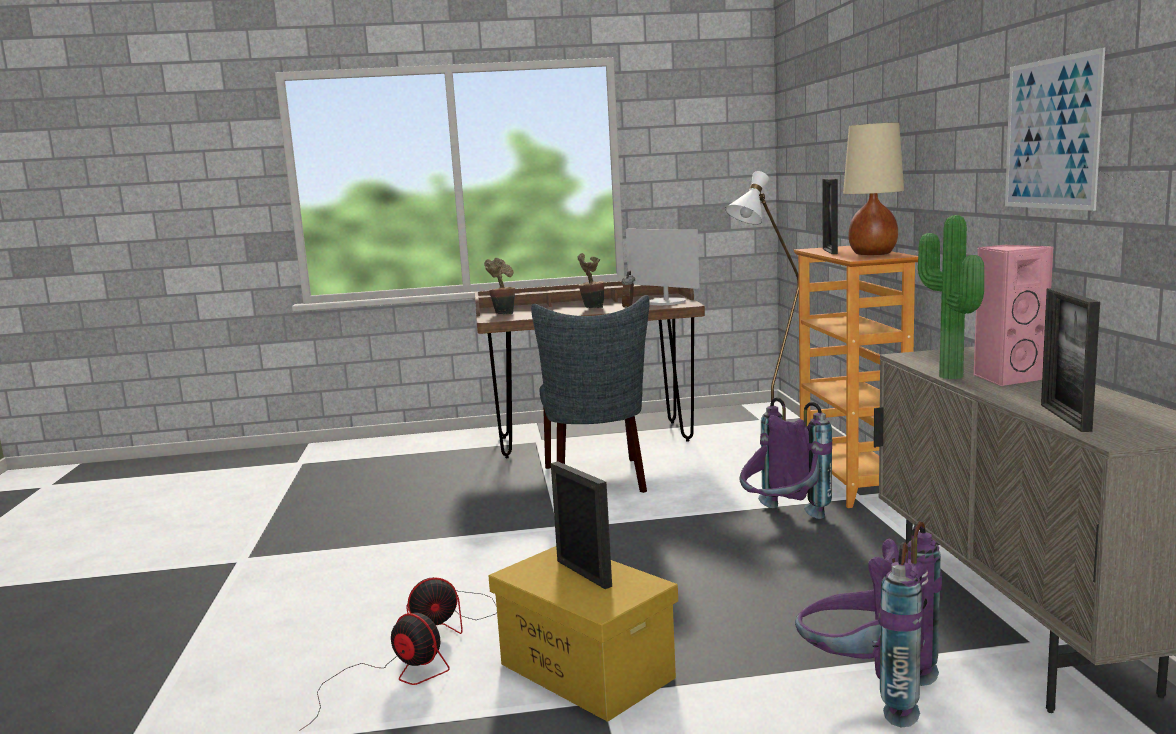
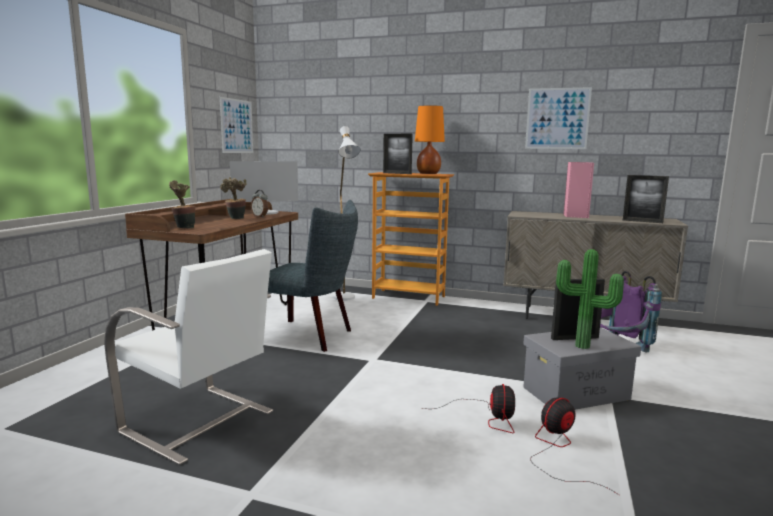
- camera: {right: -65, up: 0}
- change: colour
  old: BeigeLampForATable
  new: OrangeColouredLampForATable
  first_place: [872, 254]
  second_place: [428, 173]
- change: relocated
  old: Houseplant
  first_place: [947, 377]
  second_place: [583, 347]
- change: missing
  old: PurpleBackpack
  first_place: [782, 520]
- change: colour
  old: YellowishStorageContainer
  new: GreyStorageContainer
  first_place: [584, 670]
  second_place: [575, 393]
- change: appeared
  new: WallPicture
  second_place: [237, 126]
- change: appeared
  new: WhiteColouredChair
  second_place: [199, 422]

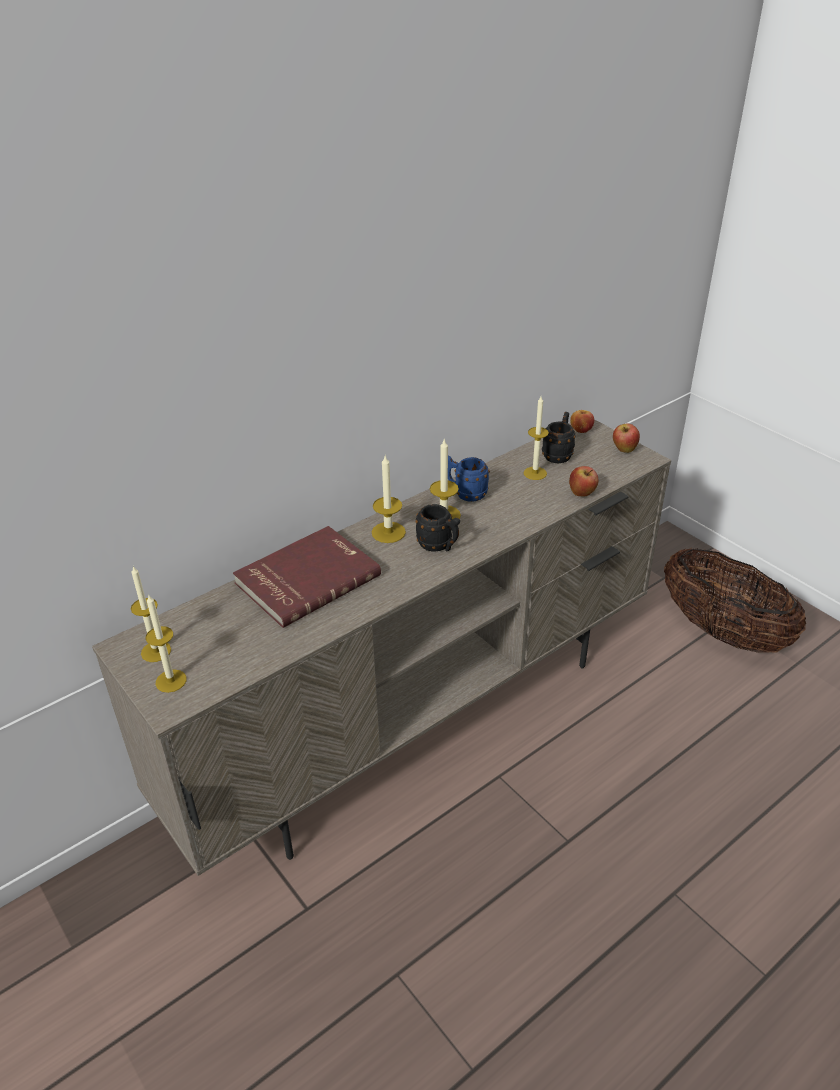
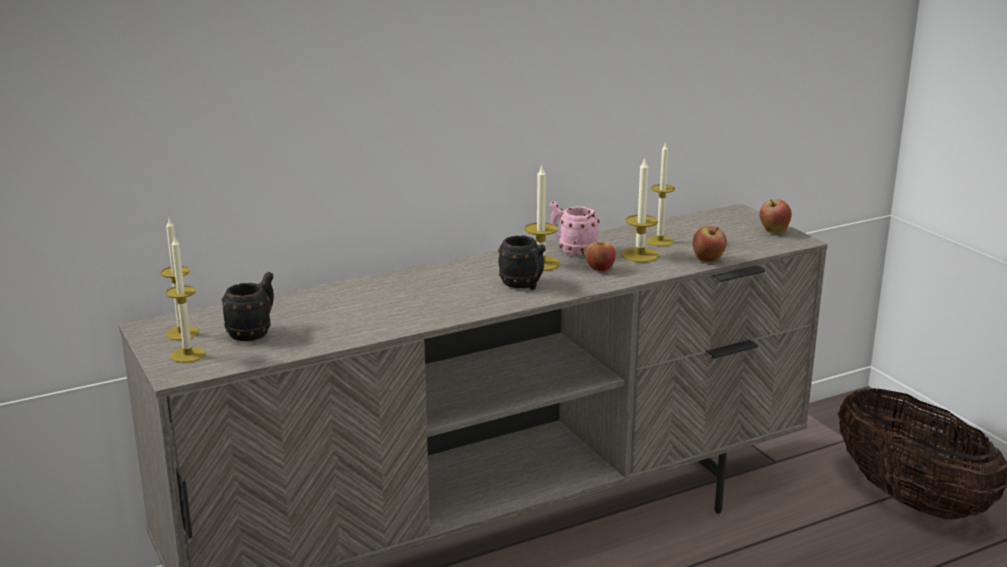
- camera: {right: 10, up: -15}
- change: relocated
  old: AppleFruit
  first_place: [581, 430]
  second_place: [600, 268]
- change: relocated
  old: BlackishCoffeeMug
  first_place: [558, 454]
  second_place: [254, 332]
- change: relocated
  old: WaxLight
  first_place: [388, 532]
  second_place: [640, 255]
- change: colour
  old: BlueCoffeeMug
  new: PinkCoffeeMug
  first_place: [465, 494]
  second_place: [572, 250]
- change: missing
  old: RedBoundBook
  first_place: [306, 578]

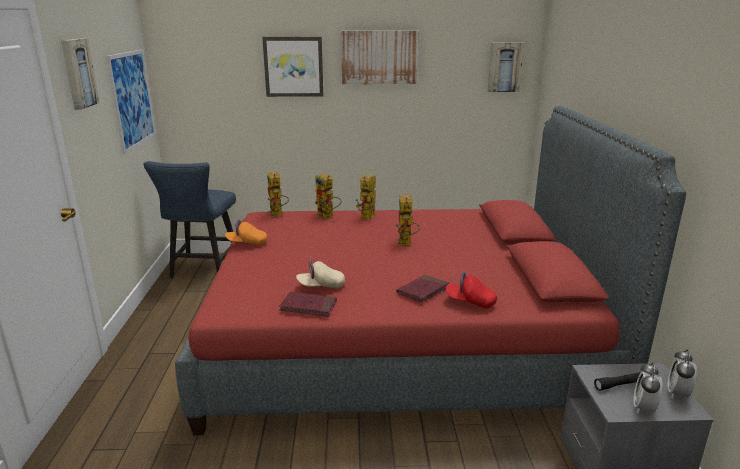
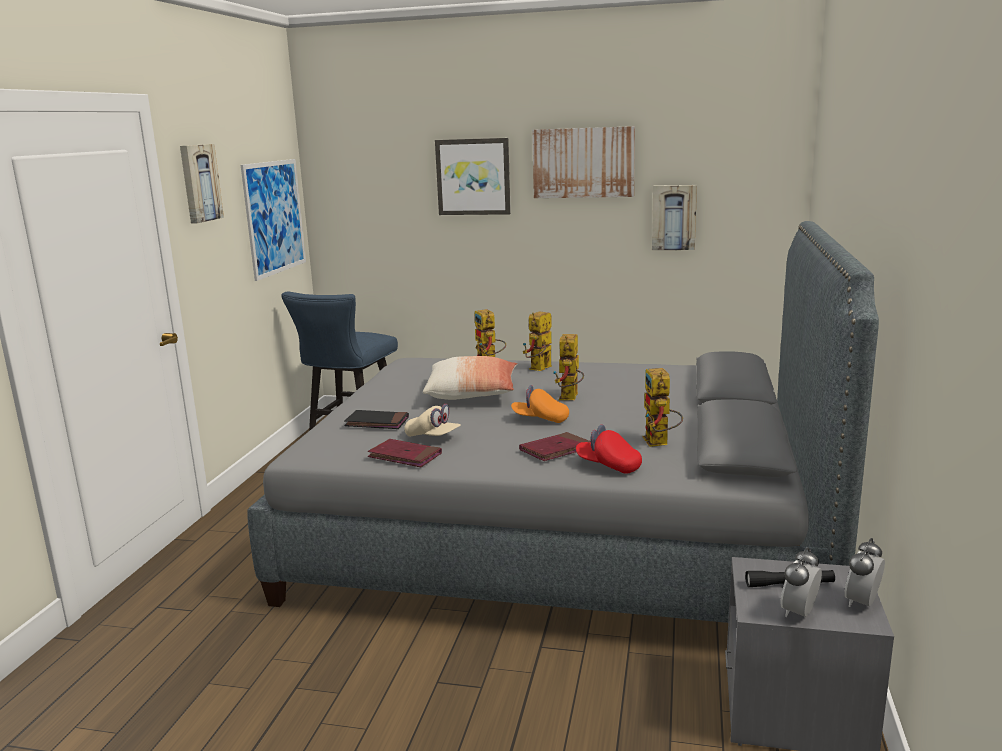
- camera: {right: 15, up: -5}
- change: relocated
  old: WallPicture
  first_place: [504, 67]
  second_place: [674, 217]
- change: colour
  old: RedSleepingBed
  new: GreySleepingBed
  first_place: [401, 343]
  second_place: [563, 535]
- change: relocated
  old: ModelRobot
  first_place: [278, 214]
  second_place: [660, 443]
- change: relocated
  old: OrangeColouredBaseballCap
  first_place: [247, 243]
  second_place: [540, 419]
- change: spun
  old: BeigeBaseballCap
  first_place: [321, 286]
  second_place: [433, 437]
  degrees: -150
- change: appeared
  new: Cushion
  second_place: [472, 393]
- change: appeared
  new: BlackishBoundBook
  second_place: [377, 423]

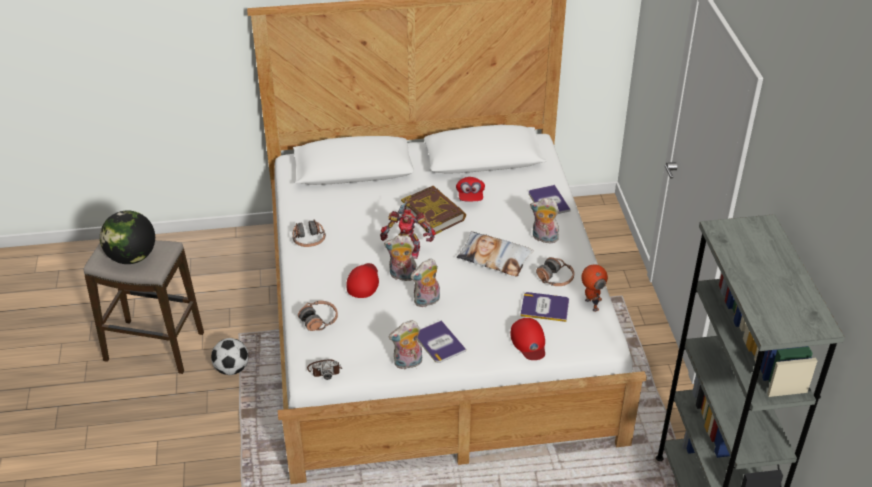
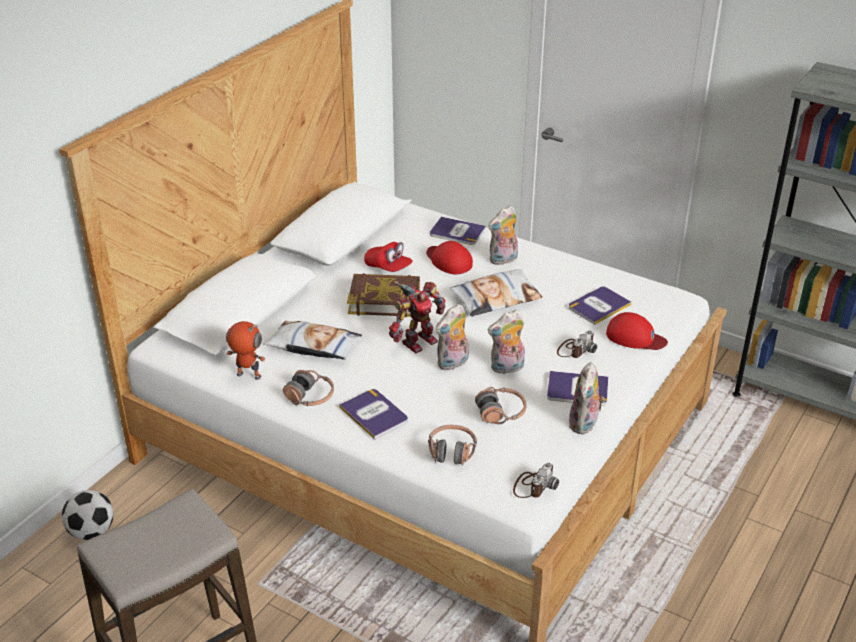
- camera: {right: -50, up: -5}
- change: missing
  old: DeskGlobe
  first_place: [132, 257]
- change: relocated
  old: Headphones
  first_place: [555, 278]
  second_place: [501, 412]
- change: spun
  old: PlushToy
  first_place: [427, 301]
  second_place: [507, 368]
  degrees: 60
- change: relocated
  old: RedBaseballCap
  first_place: [363, 282]
  second_place: [448, 261]
- change: relocated
  old: ModelRobot
  first_place: [590, 305]
  second_place: [248, 376]
- change: relocated
  old: FootballBall
  first_place: [232, 369]
  second_place: [92, 532]
- change: appeared
  new: Cushion
  second_place: [313, 346]
- change: appeared
  new: PhotoCamera
  second_place: [575, 349]
- change: appeared
  new: BoundBook
  second_place: [374, 414]

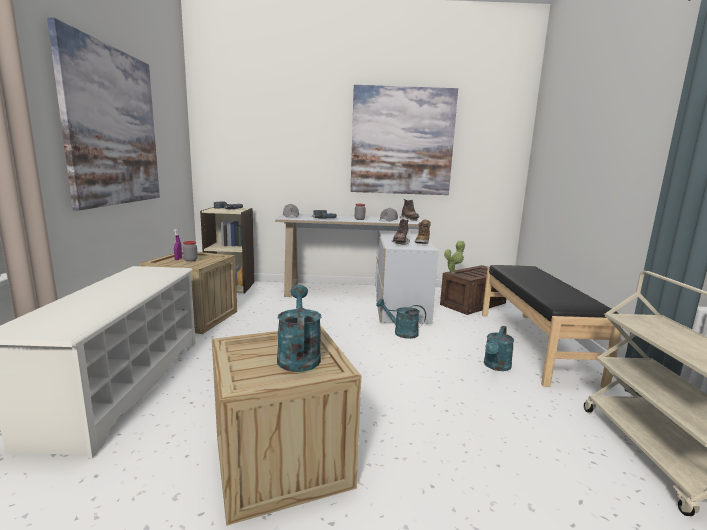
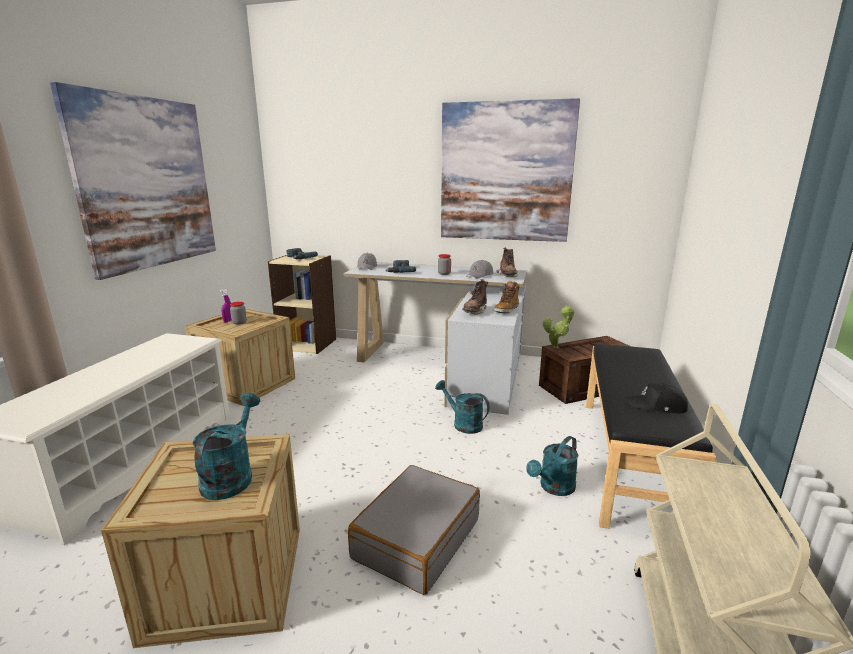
- camera: {right: 15, up: 5}
- change: appeared
  new: BlackishBaseballCap
  second_place: [657, 406]
- change: appeared
  new: GreyPieceOfLuggage
  second_place: [416, 538]

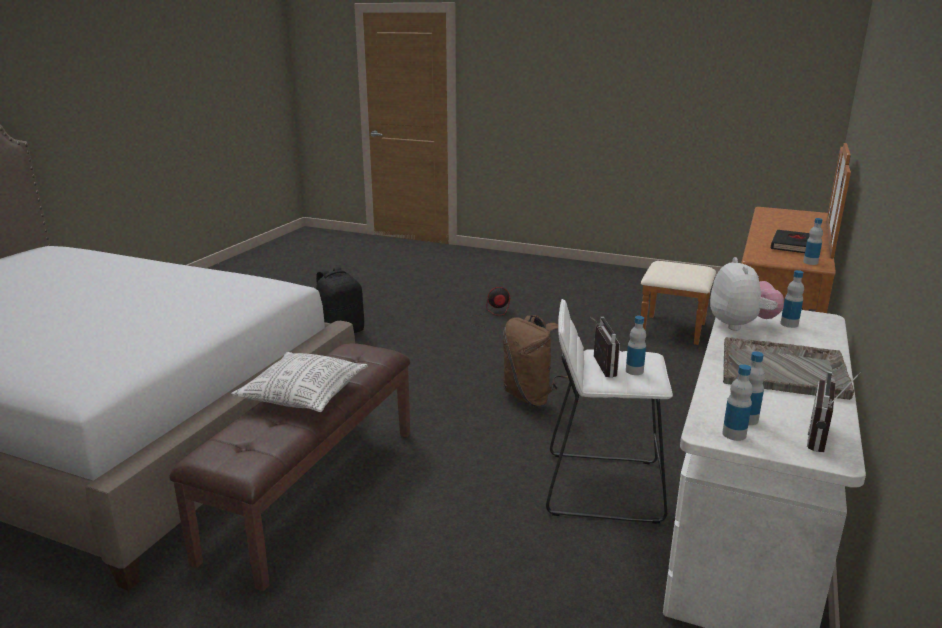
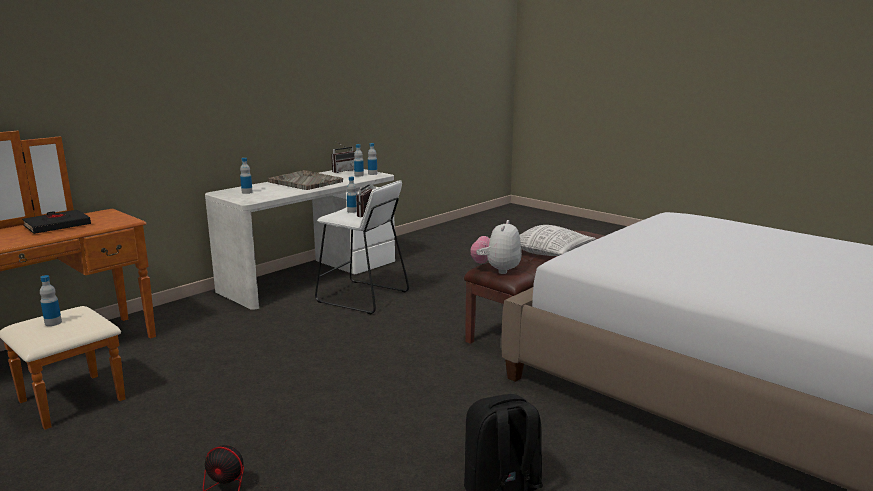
- camera: {right: -160, up: -5}
- change: relocated
  old: BeverageBottle
  first_place: [810, 262]
  second_place: [53, 323]
- change: relocated
  old: PlushToy
  first_place: [740, 325]
  second_place: [497, 270]
- change: missing
  old: BrownColouredBackpack
  first_place: [533, 397]

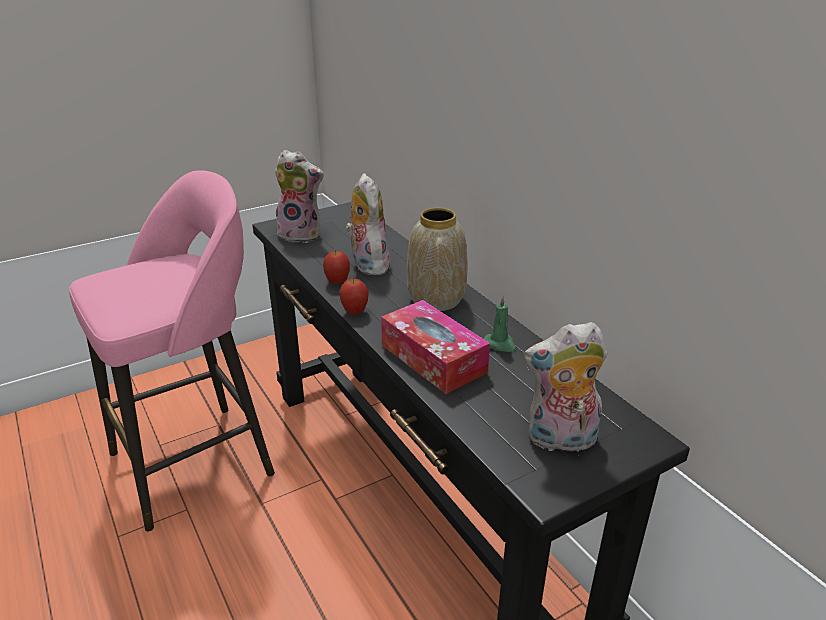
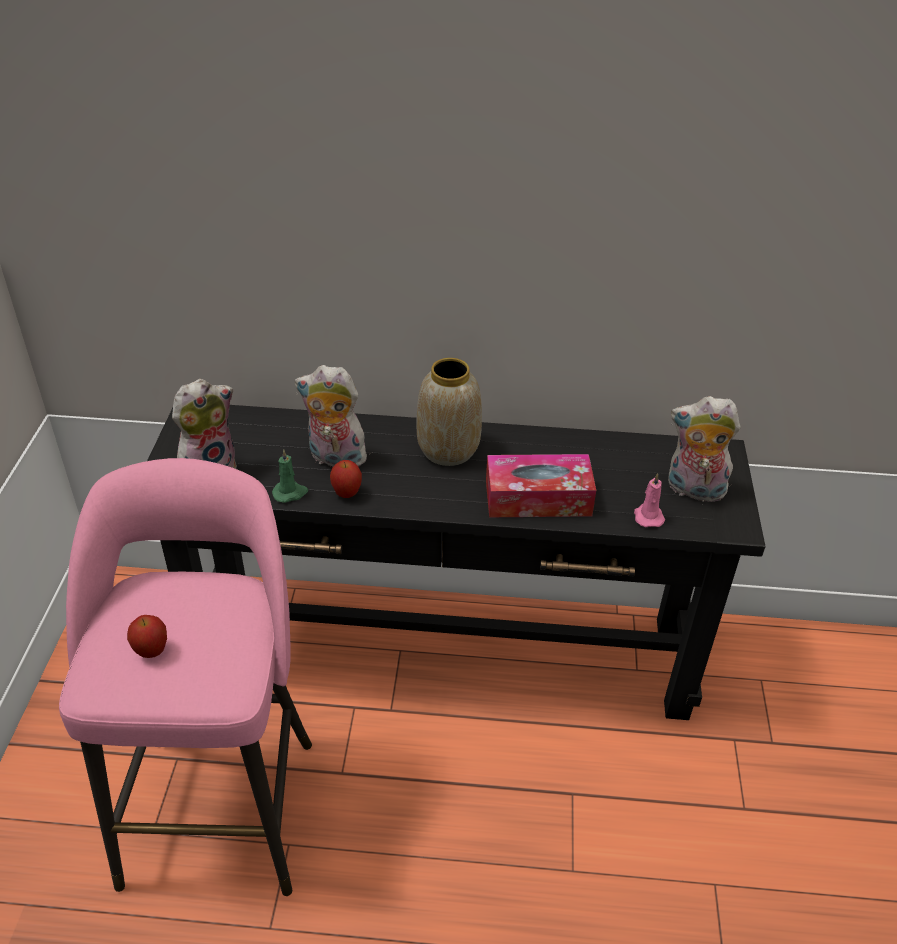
- camera: {right: -55, up: 10}
- change: relocated
  old: AppleFruit
  first_place: [355, 312]
  second_place: [152, 651]
- change: relocated
  old: GreenWaxLight
  first_place: [500, 344]
  second_place: [290, 493]
- change: spun
  old: PlushToy
  first_place: [560, 440]
  second_place: [693, 490]
  degrees: 75
- change: appeared
  new: PinkWaxLight
  second_place: [648, 516]

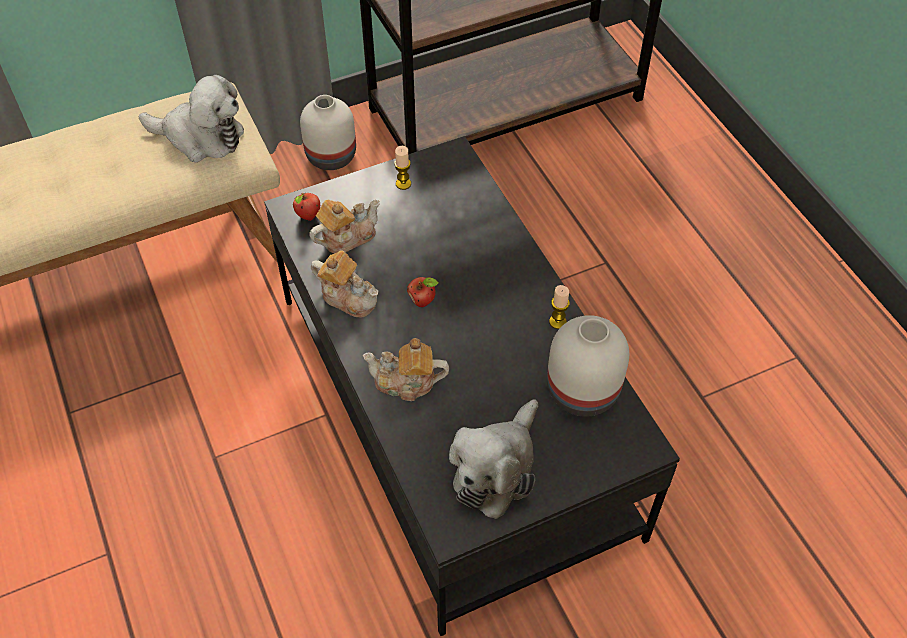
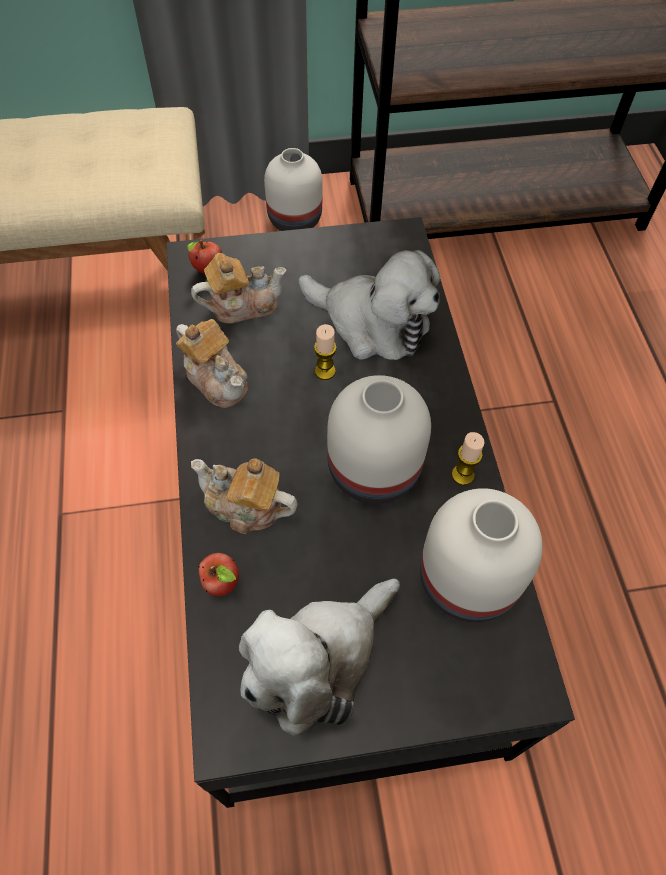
- camera: {right: 15, up: 5}
- change: relocated
  old: PlushToy
  first_place: [201, 137]
  second_place: [372, 323]
- change: relocated
  old: WaxLight
  first_place: [403, 184]
  second_place: [325, 371]
- change: relocated
  old: AppleFruit
  first_place: [423, 301]
  second_place: [223, 584]
- change: appeared
  new: WhiteColouredVase
  second_place: [375, 472]

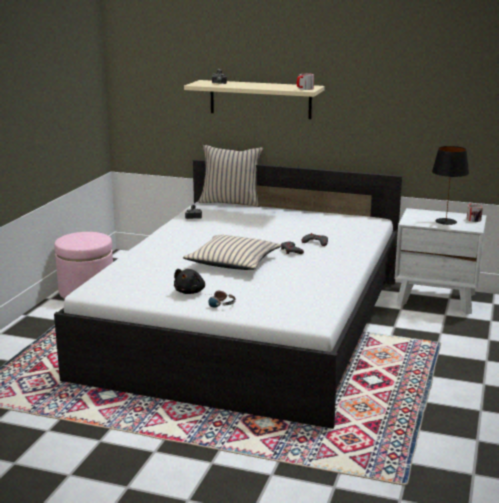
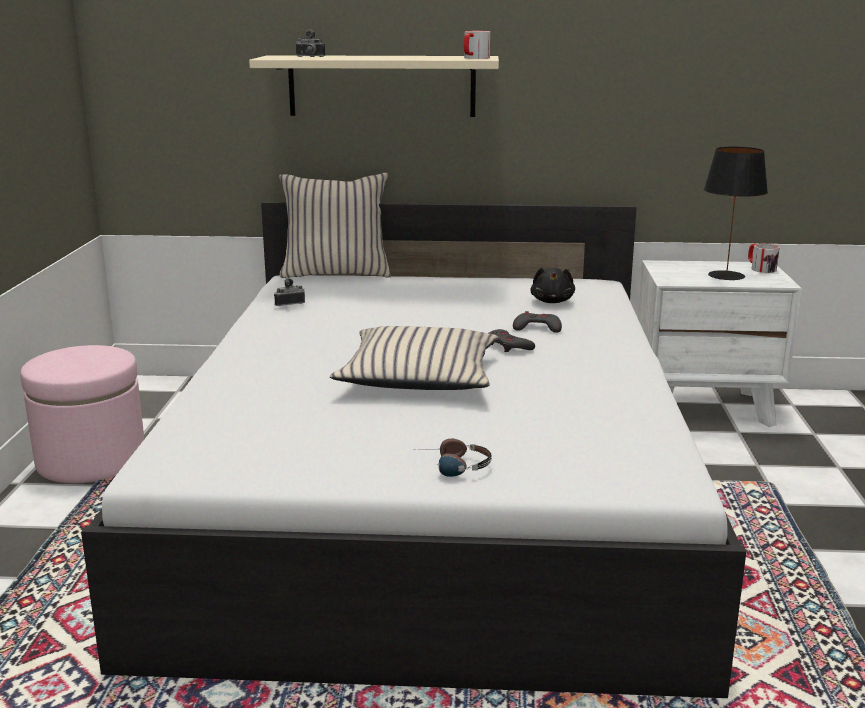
- camera: {right: -15, up: 0}
- change: relocated
  old: BlackishPlushToy
  first_place: [190, 292]
  second_place: [552, 301]

